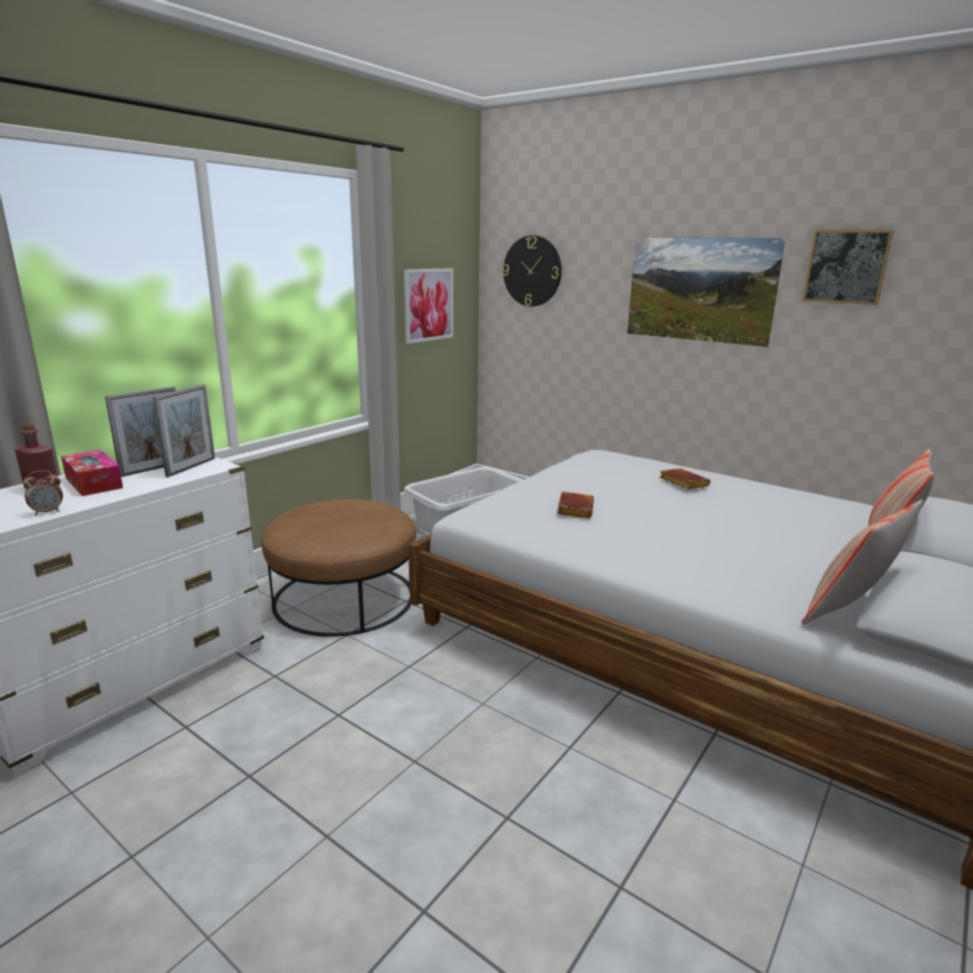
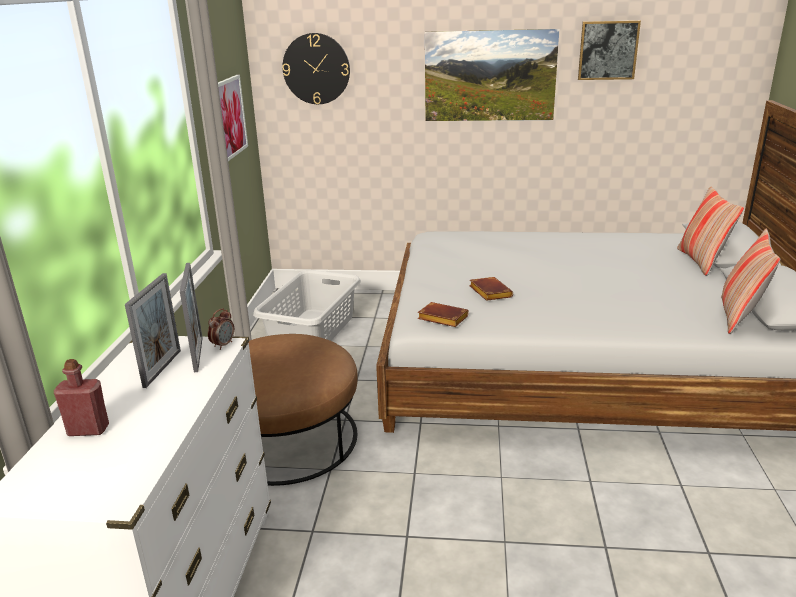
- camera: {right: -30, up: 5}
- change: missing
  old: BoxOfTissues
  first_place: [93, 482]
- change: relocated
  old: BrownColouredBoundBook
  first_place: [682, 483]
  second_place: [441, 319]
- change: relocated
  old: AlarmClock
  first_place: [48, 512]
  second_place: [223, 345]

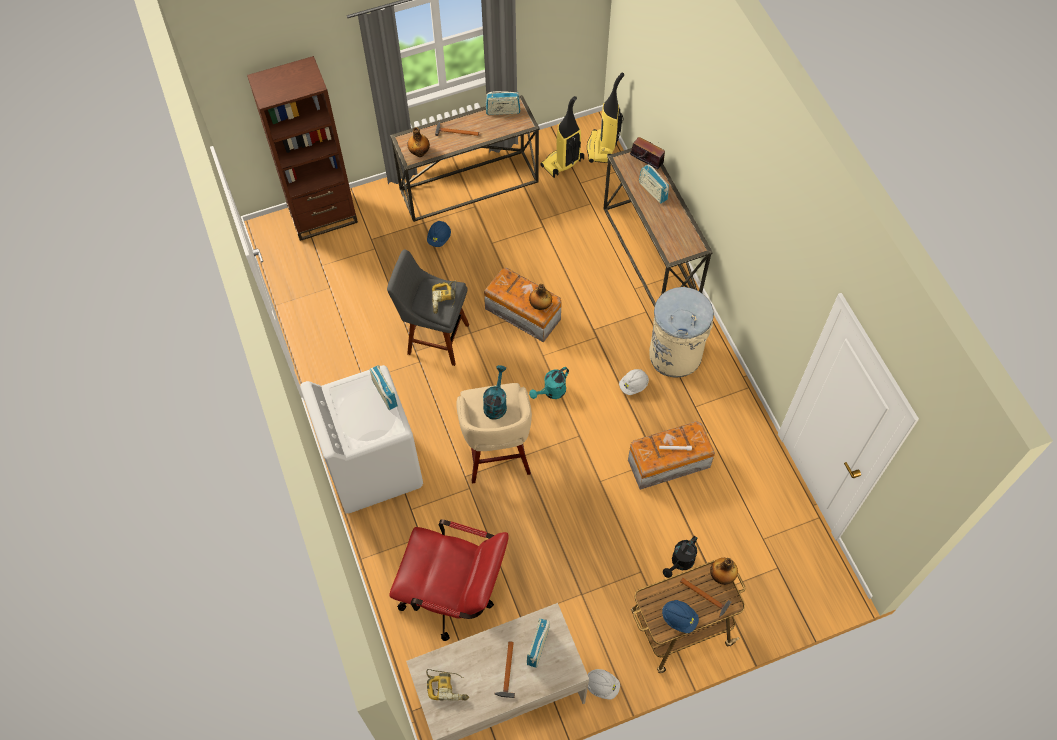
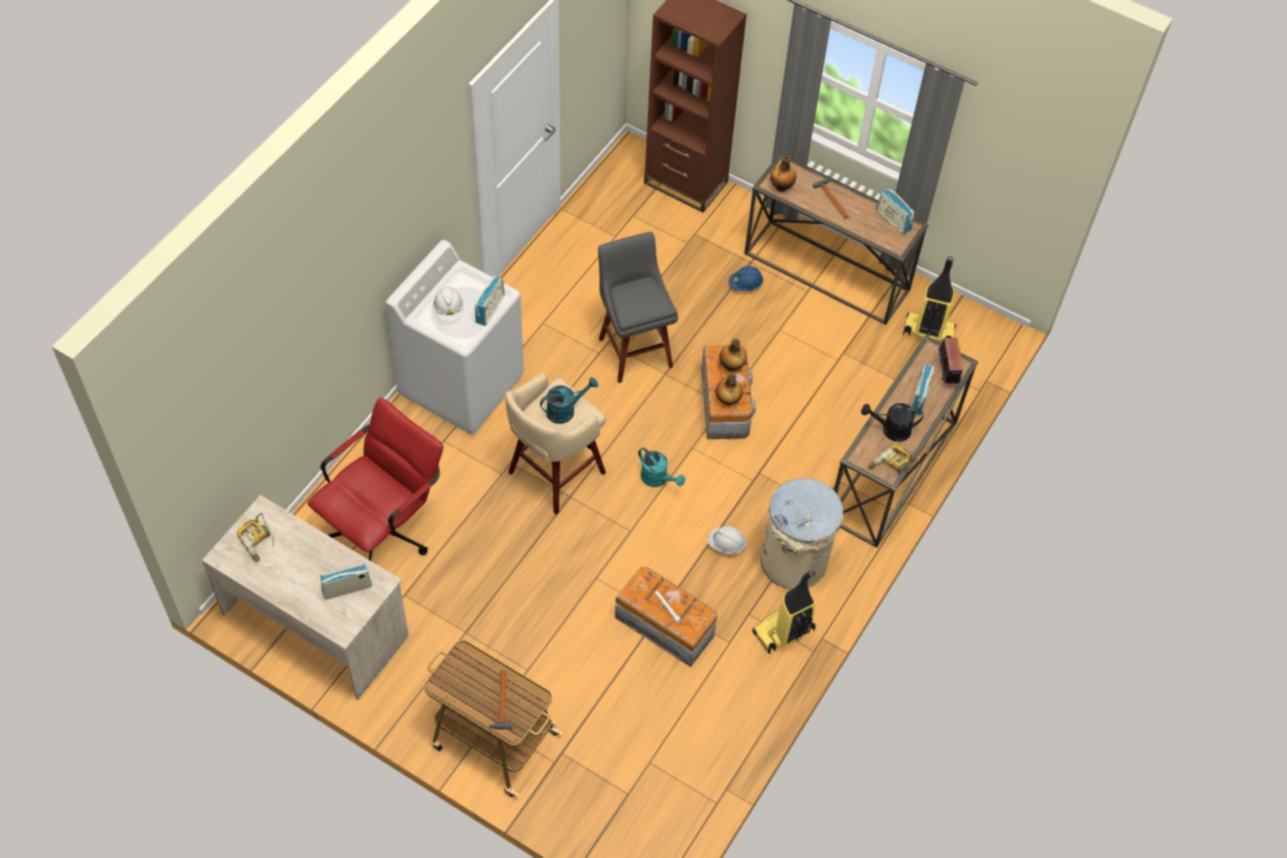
- camera: {right: 50, up: -5}
- change: relocated
  old: Hoover
  first_place: [602, 148]
  second_place: [783, 632]
- change: relocated
  old: PowerDrill
  first_place: [444, 299]
  second_place: [892, 465]
- change: spun
  old: BlueGreenSprinklingCan
  first_place: [551, 392]
  second_place: [658, 479]
  degrees: -150
- change: spun
  old: RedComputerChair
  first_place: [454, 596]
  second_place: [385, 528]
  degrees: -120
- change: relocated
  old: BlackishSprinklingCan
  first_place: [680, 563]
  second_place: [891, 430]
- change: relocated
  old: BeverageBottle
  first_place: [722, 576]
  second_place: [731, 366]
- change: missing
  old: BlueSafetyHelmet
  first_place: [679, 618]
- change: missing
  old: ToolHammer
  first_place: [507, 672]
- change: relocated
  old: WhiteColouredSafetyHelmet
  first_place: [602, 685]
  second_place: [449, 310]

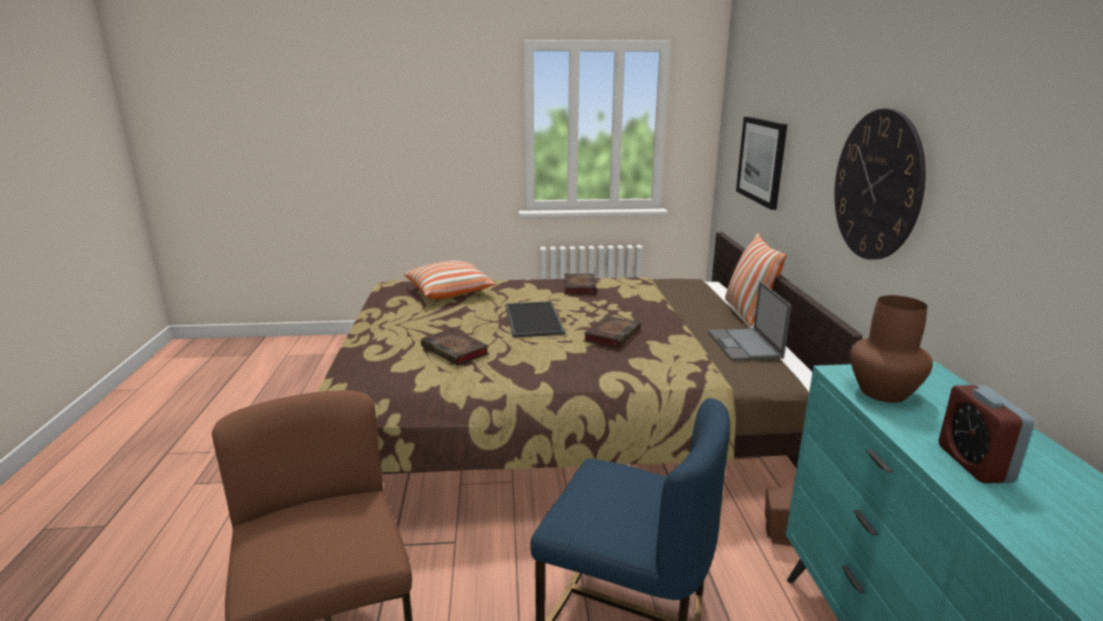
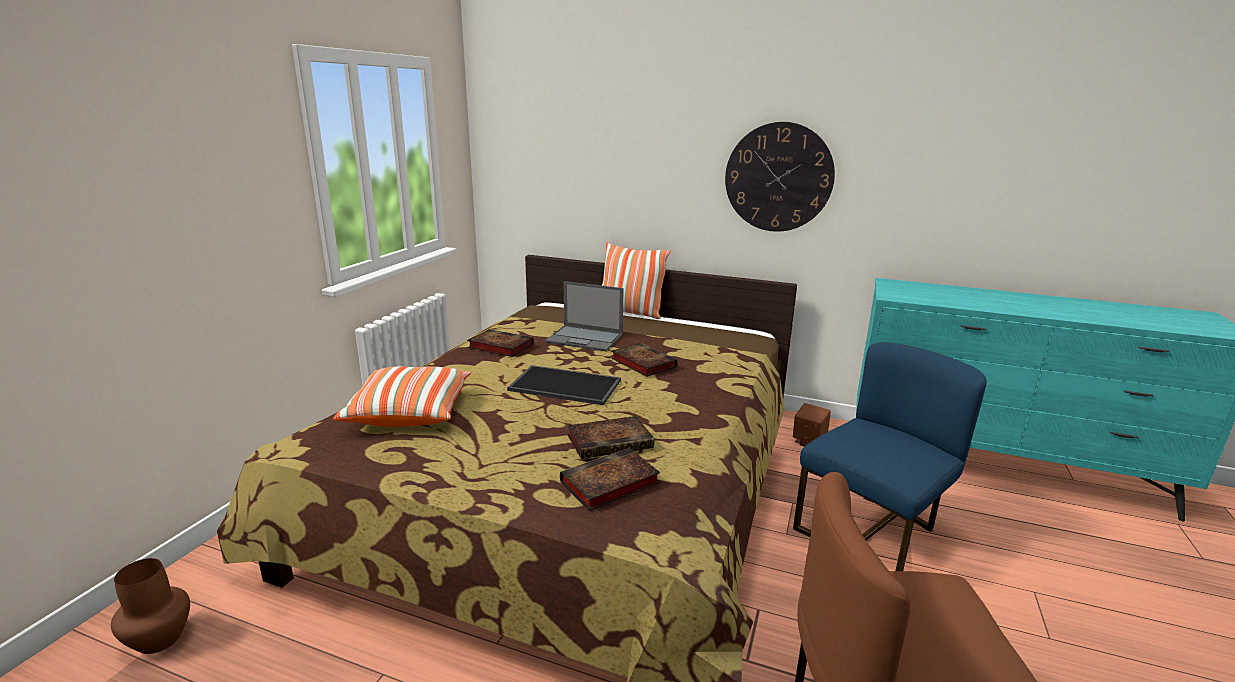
- camera: {right: -65, up: 0}
- change: missing
  old: WallPicture
  first_place: [761, 160]
- change: relocated
  old: Laptop
  first_place: [744, 345]
  second_place: [585, 338]
- change: relocated
  old: BrownColouredVase
  first_place: [884, 393]
  second_place: [161, 638]
- change: missing
  old: AlarmClock
  first_place: [974, 463]
- change: appeared
  new: BoundBook
  second_place: [608, 484]

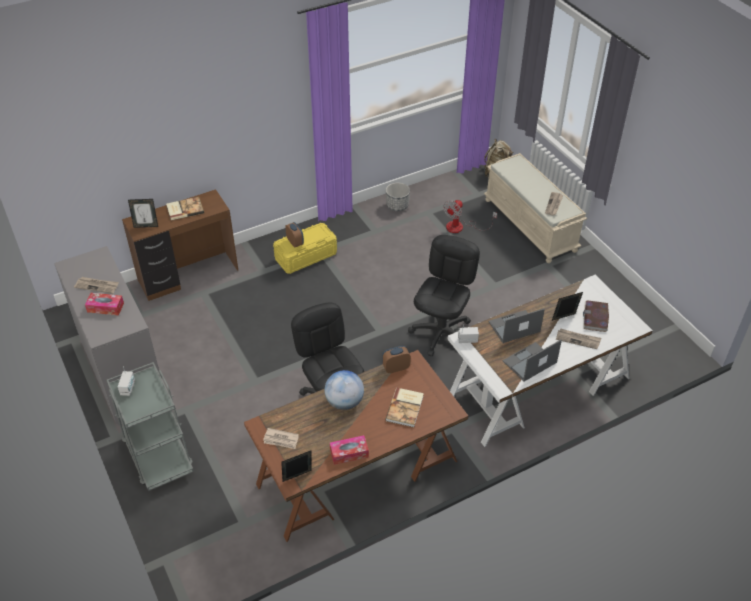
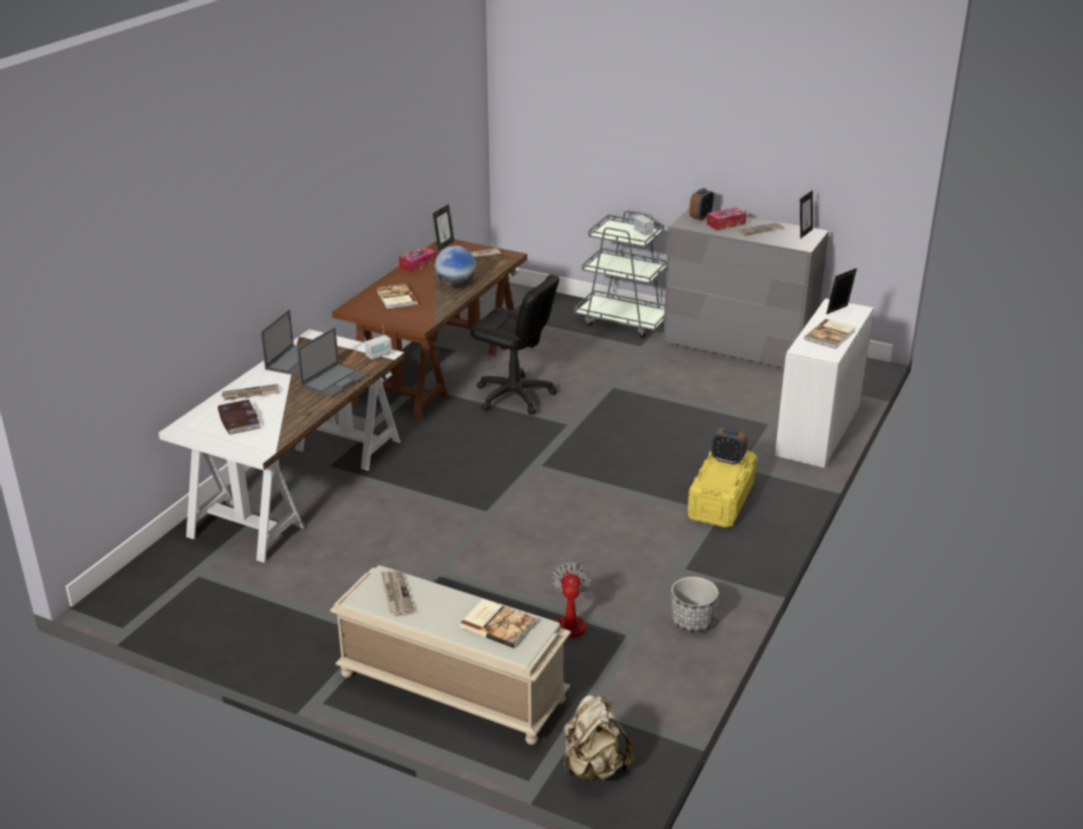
- camera: {right: 145, up: -15}
- change: colour
  old: BrownColouredDesk
  new: WhiteColouredDesk
  first_place: [189, 275]
  second_place: [817, 430]
- change: missing
  old: BlackishComputerChair
  first_place: [442, 333]
- change: relocated
  old: PhotoFrame
  first_place: [564, 318]
  second_place: [804, 233]
- change: relocated
  old: AlarmClock
  first_place: [396, 368]
  second_place: [701, 217]
- change: appeared
  new: BoundBook
  second_place: [498, 624]

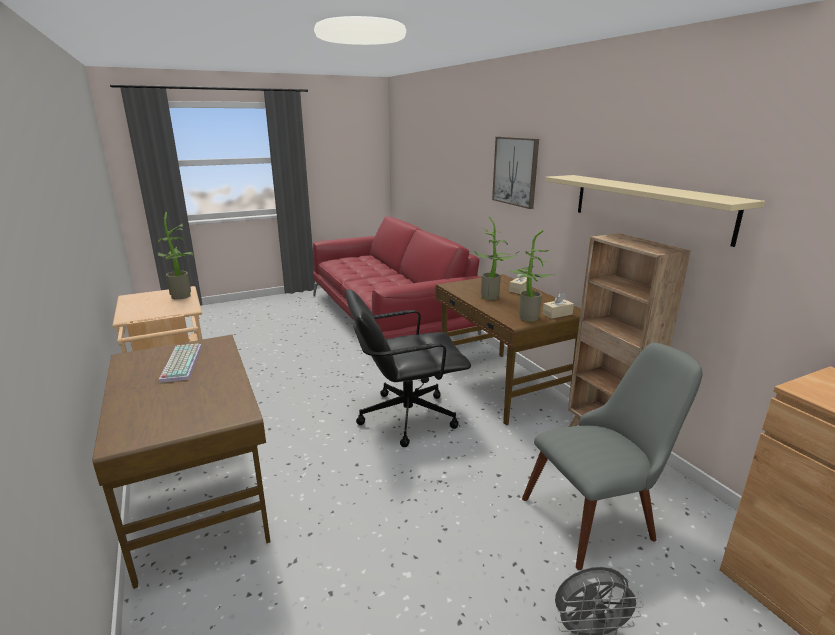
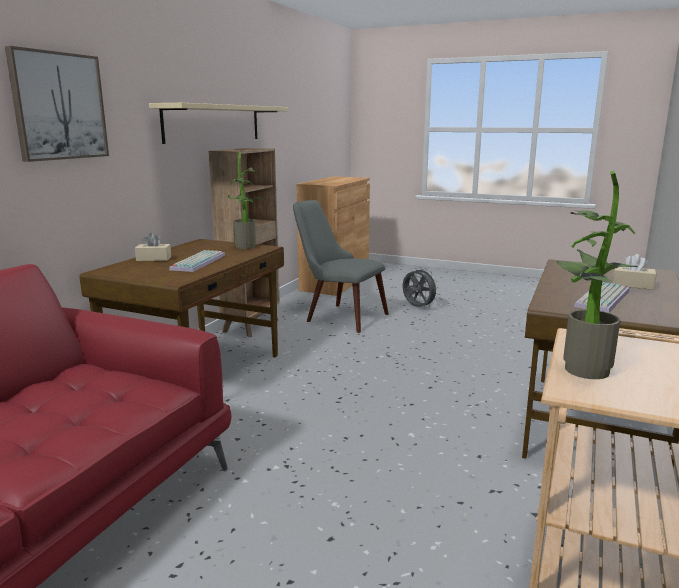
- camera: {right: -130, up: -5}
- change: exchanged
  old: Houseplant
  new: PcKeyboard
  first_place: [492, 296]
  second_place: [197, 262]
- change: missing
  old: BlackishComputerChair
  first_place: [406, 416]
- change: relocated
  old: BeigeBoxOfTissues
  first_place: [557, 314]
  second_place: [632, 285]

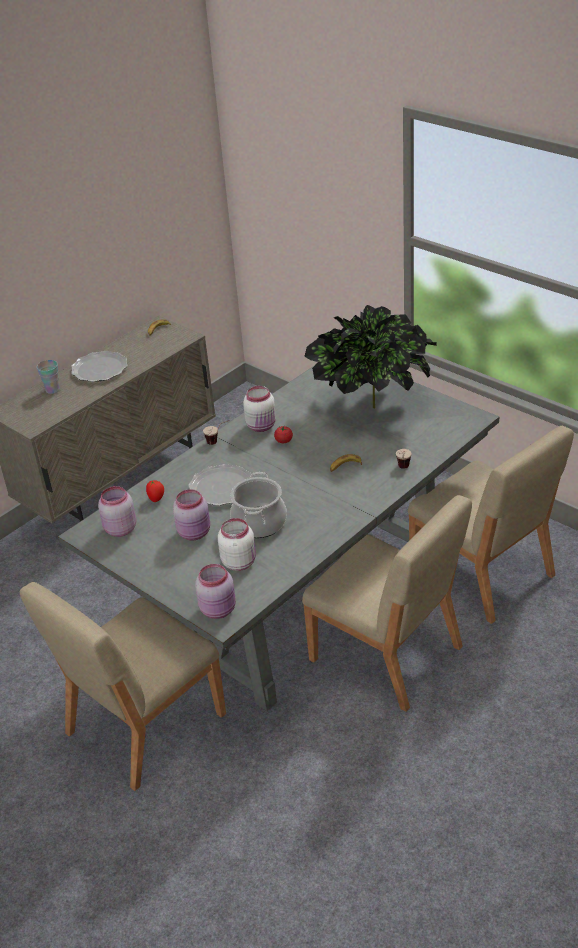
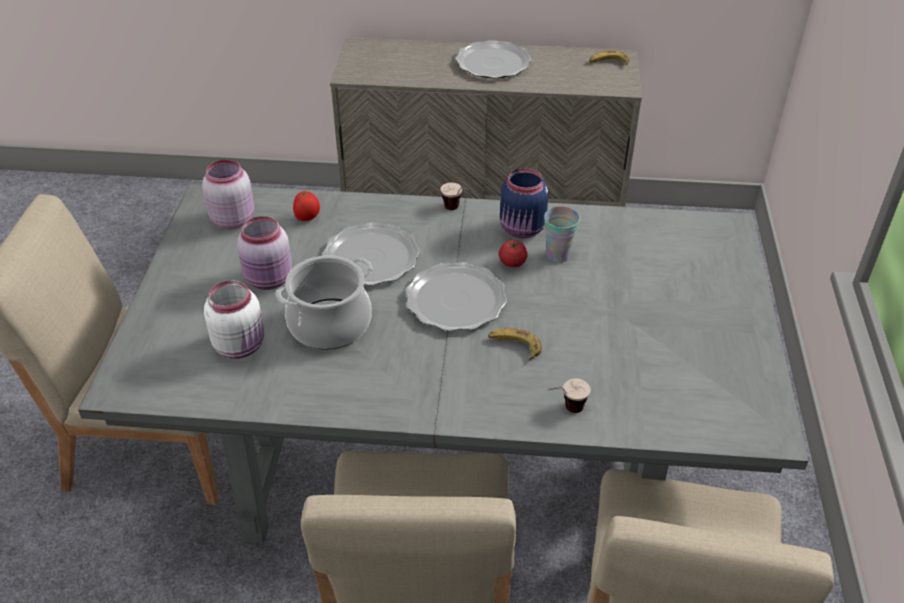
- camera: {right: 50, up: 5}
- change: missing
  old: Houseplant
  first_place: [371, 407]
- change: relocated
  old: DrinkingCup
  first_place: [52, 390]
  second_place: [558, 255]
- change: colour
  old: WhiteColouredPreserveJar
  new: BluePreserveJar
  first_place: [262, 426]
  second_place: [522, 230]
- change: missing
  old: PinkPreserveJar
  first_place: [219, 609]
- change: appeared
  new: Plate
  second_place: [455, 300]

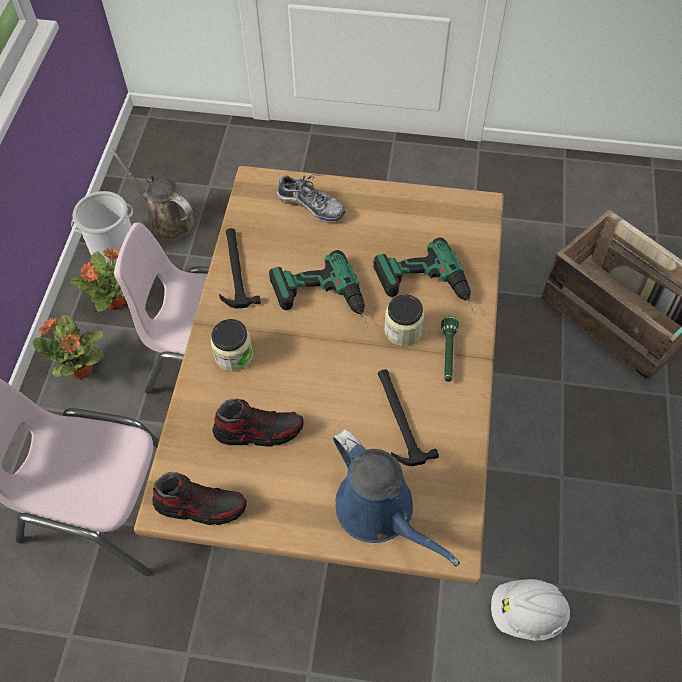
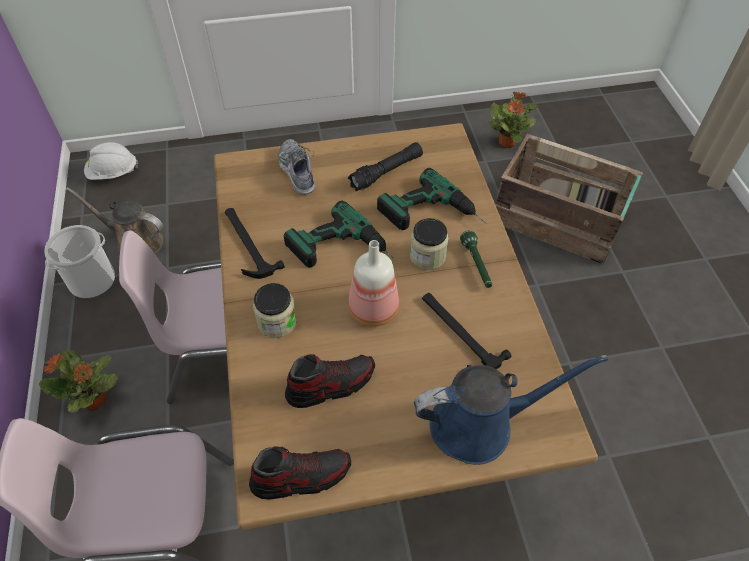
- camera: {right: -20, up: -5}
- change: spun
  old: LowShoe
  first_place: [311, 206]
  second_place: [297, 172]
  degrees: -120
- change: relocated
  old: Houseplant
  first_place: [116, 301]
  second_place: [507, 142]
- change: spun
  old: BlueSprinklingCan
  first_place: [380, 512]
  second_place: [479, 424]
  degrees: -45
- change: relocated
  old: WhiteColouredSafetyHelmet
  first_place: [527, 613]
  second_place: [113, 173]
- change: appeared
  new: BlackishHandTorch
  second_place: [386, 172]
- change: appeared
  new: BeverageBottle
  second_place: [374, 311]

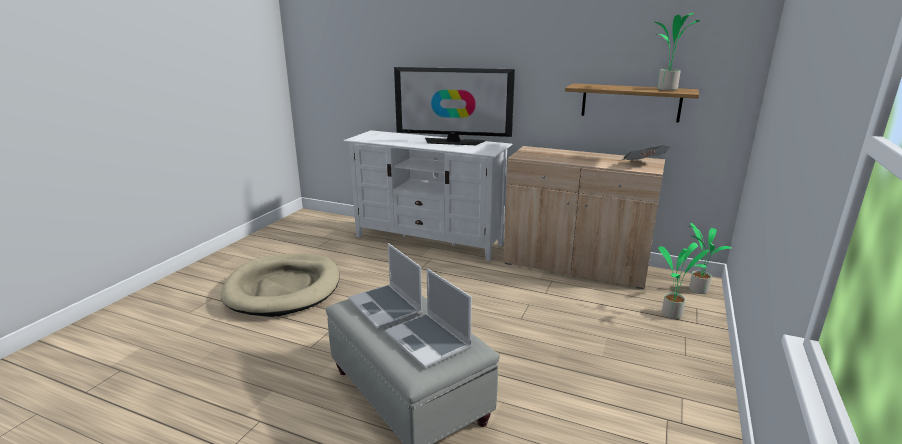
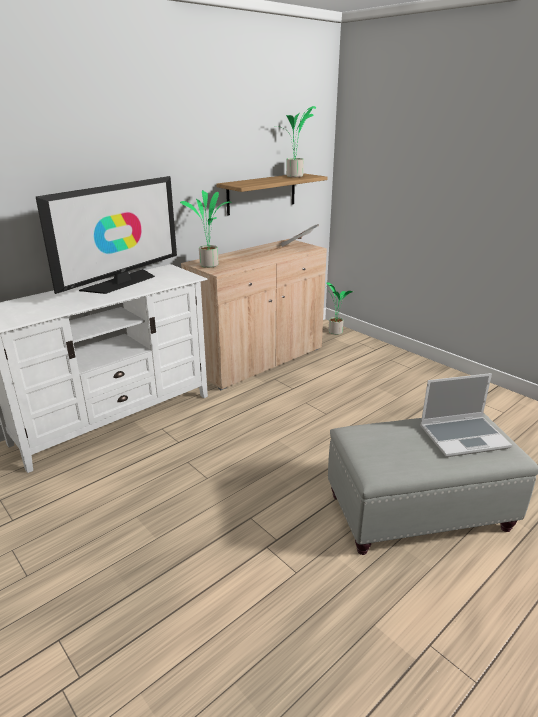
- camera: {right: -65, up: 5}
- change: missing
  old: Laptop
  first_place: [386, 307]
- change: relocated
  old: Houseplant
  first_place: [673, 314]
  second_place: [210, 265]
- change: missing
  old: BeigeDogBed
  first_place: [284, 288]

